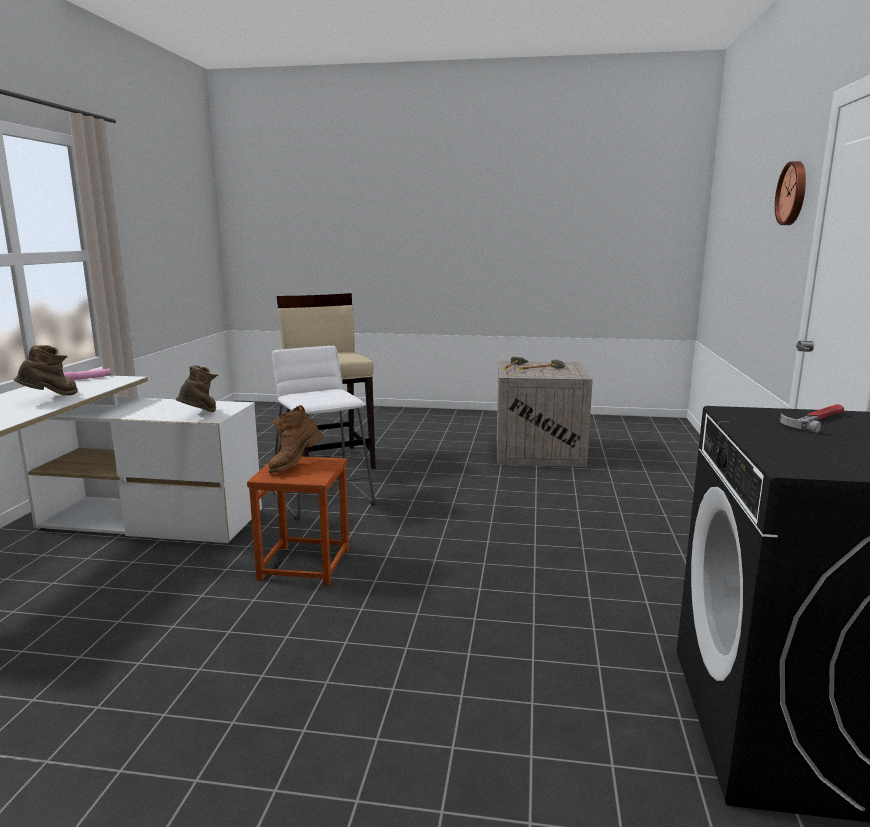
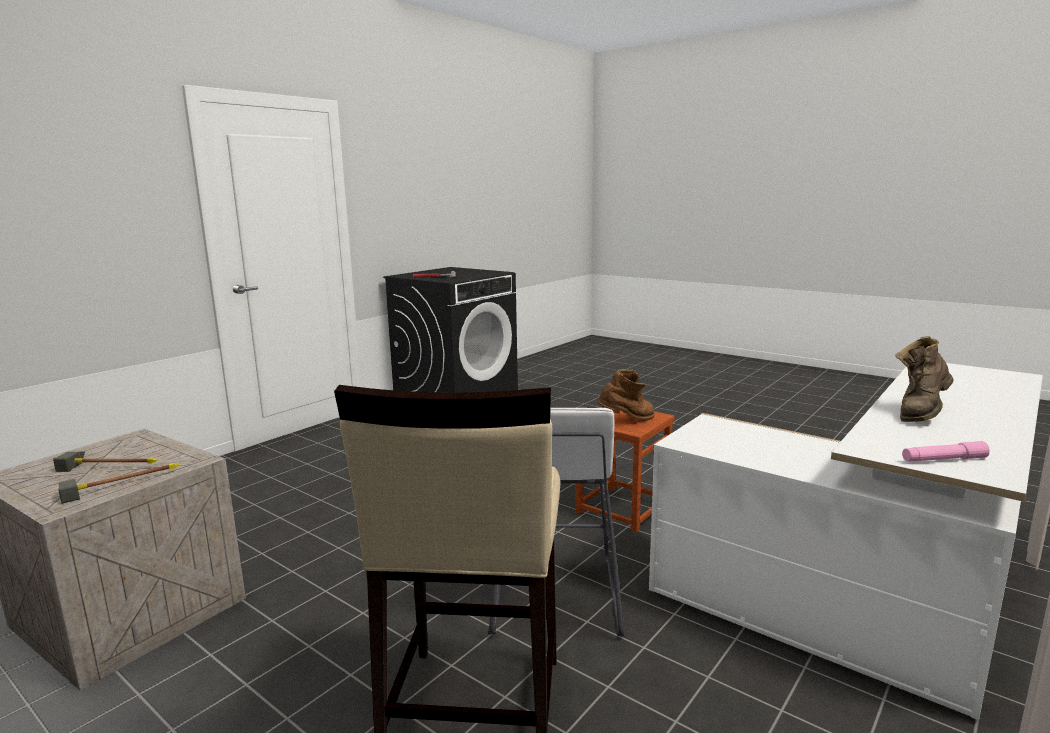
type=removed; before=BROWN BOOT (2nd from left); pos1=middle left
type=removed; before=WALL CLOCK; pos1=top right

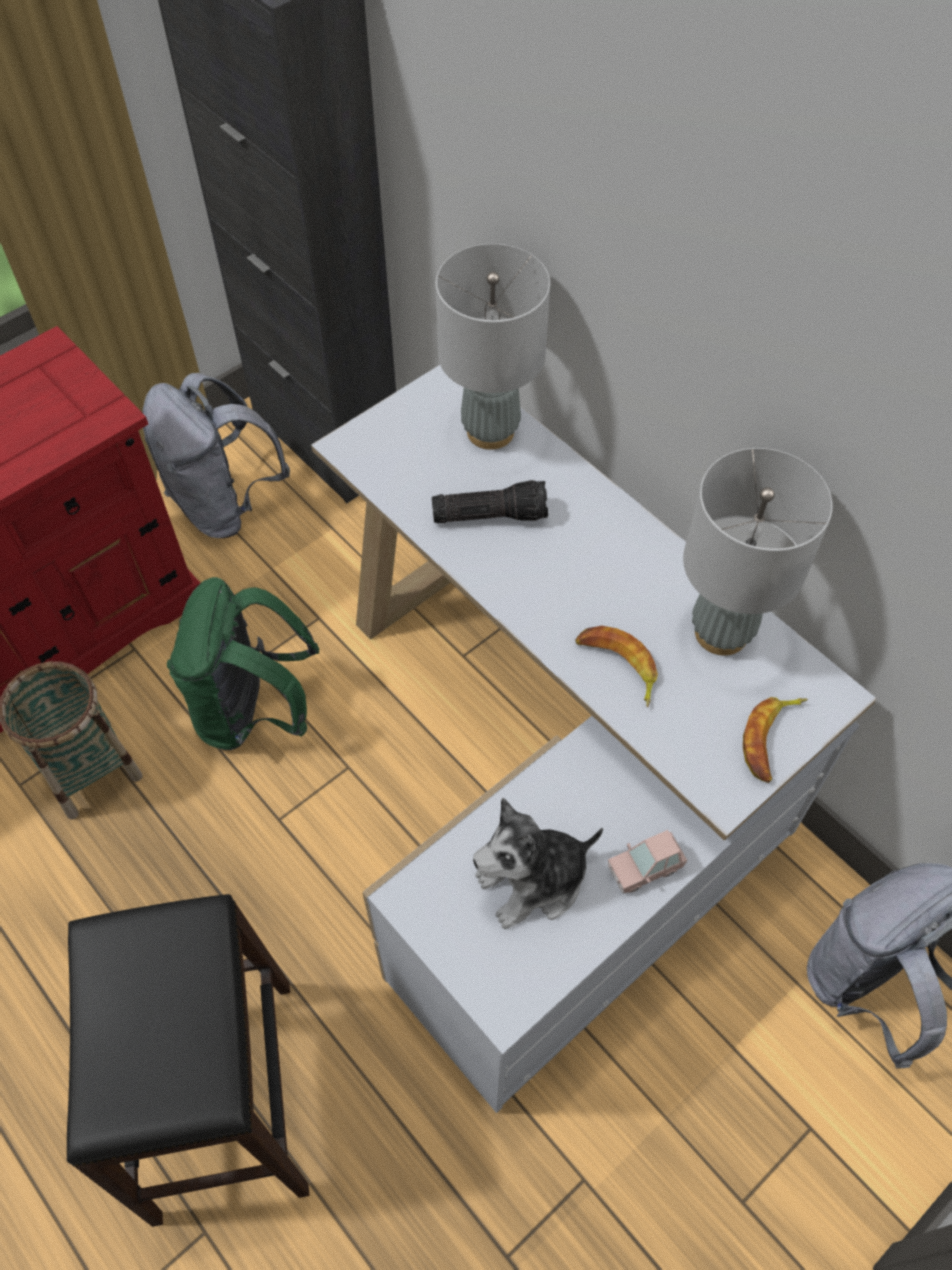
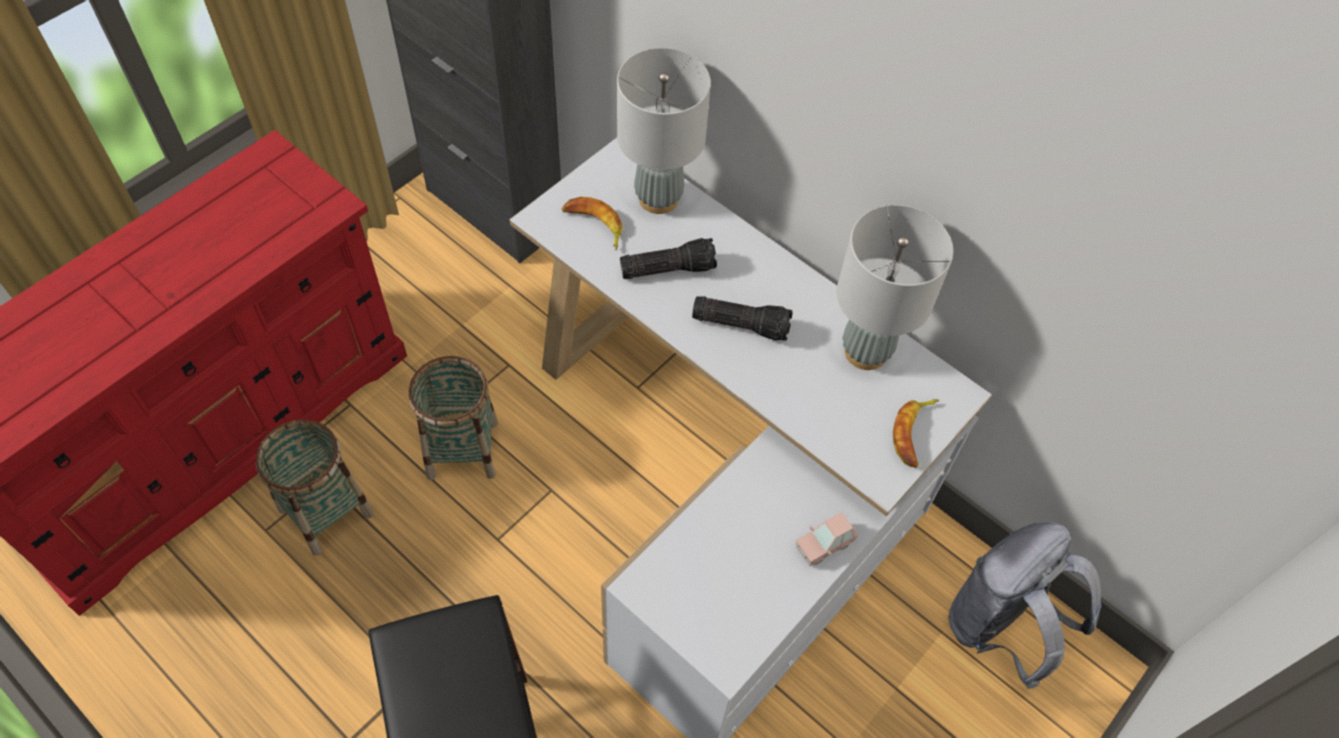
type=replaced; before=GREEN BACKPACK; after=BASKET (2nd from left); pos1=middle left; pos2=centre
type=moved; before=BANANA (1st from left); pos1=centre; pos2=top centre
type=added; after=FLASHLIGHT (2nd from left); pos2=centre
type=removed; before=GREY BACKPACK (1st from left); pos1=middle left
type=removed; before=PLUSH TOY; pos1=bottom centre

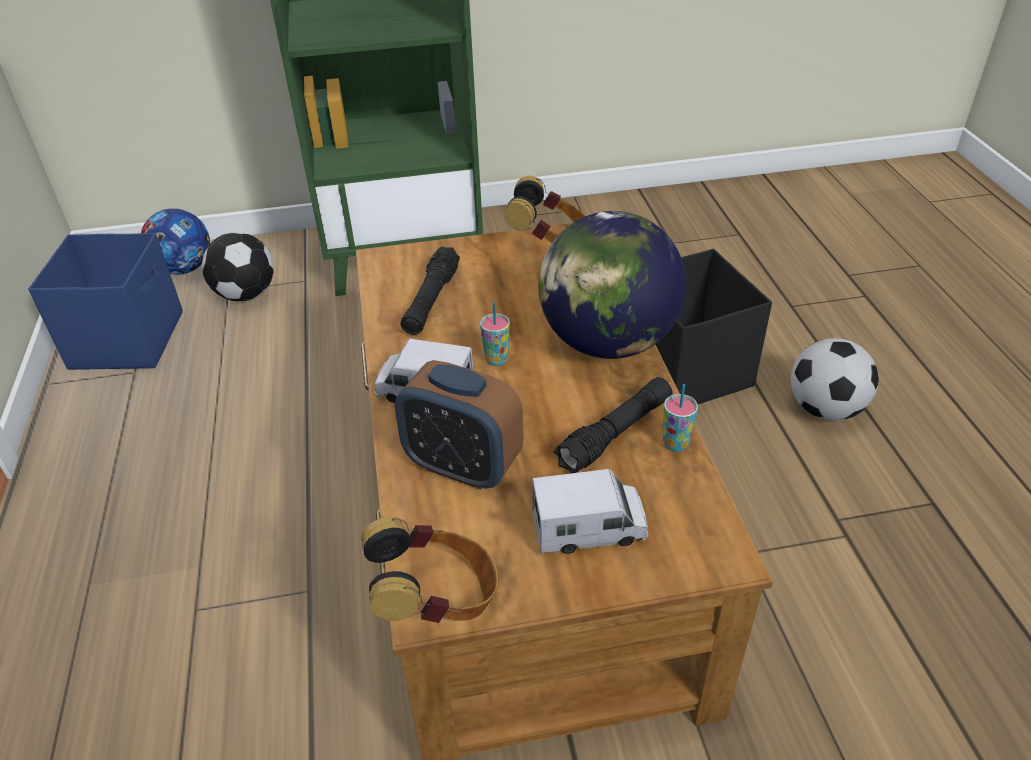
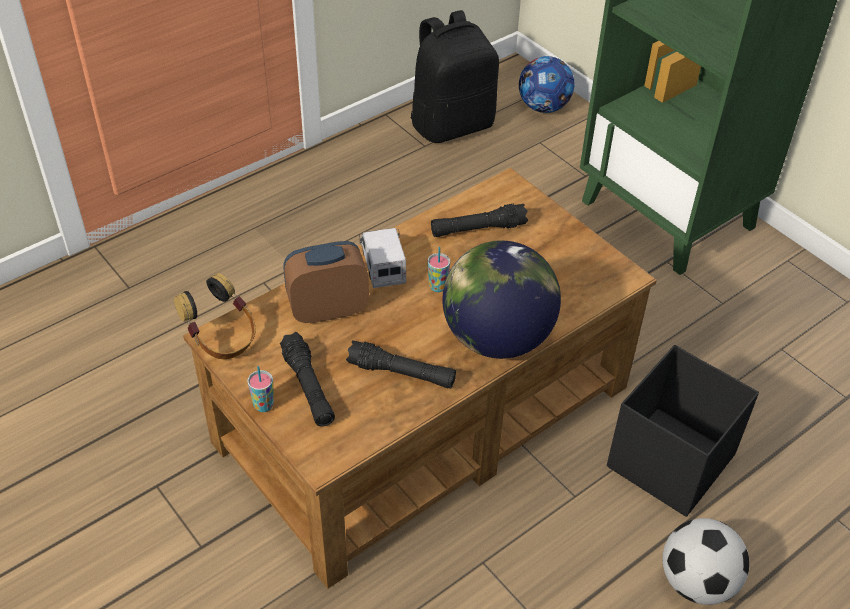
type=moved; before=CUP (2nd from left in the first image); after=CUP (1st from left); pos1=centre; pos2=middle left
type=replaced; before=TOY TRUCK (2nd from left); after=BLACK FLASHLIGHT (1st from left); pos1=bottom centre; pos2=centre
type=turned; before=ALARM CLOCK; pos1=centre; pos2=centre; turn=75
type=replaced; before=BLUE STORAGE BOX; after=BLACK BACKPACK; pos1=middle left; pos2=top centre
type=removed; before=FOOTBALL (2nd from left); pos1=middle left
type=removed; before=HEADPHONES (2nd from left); pos1=top centre

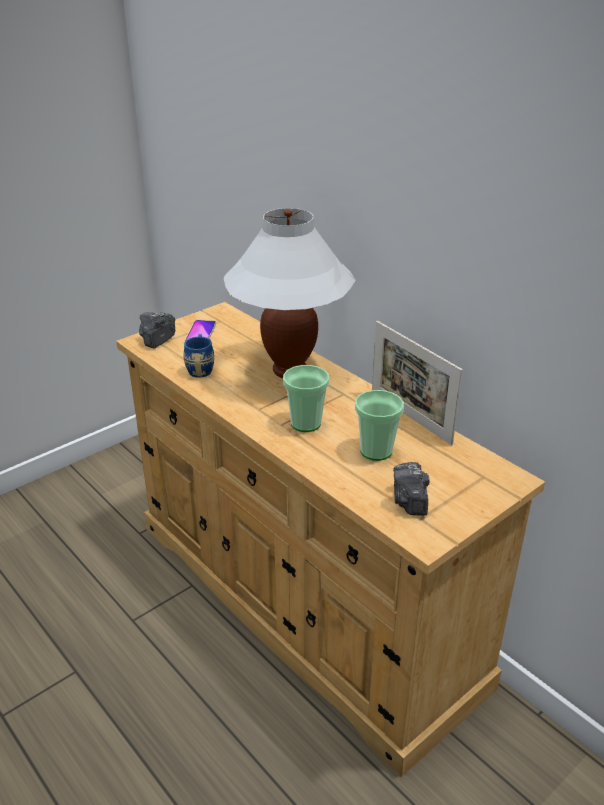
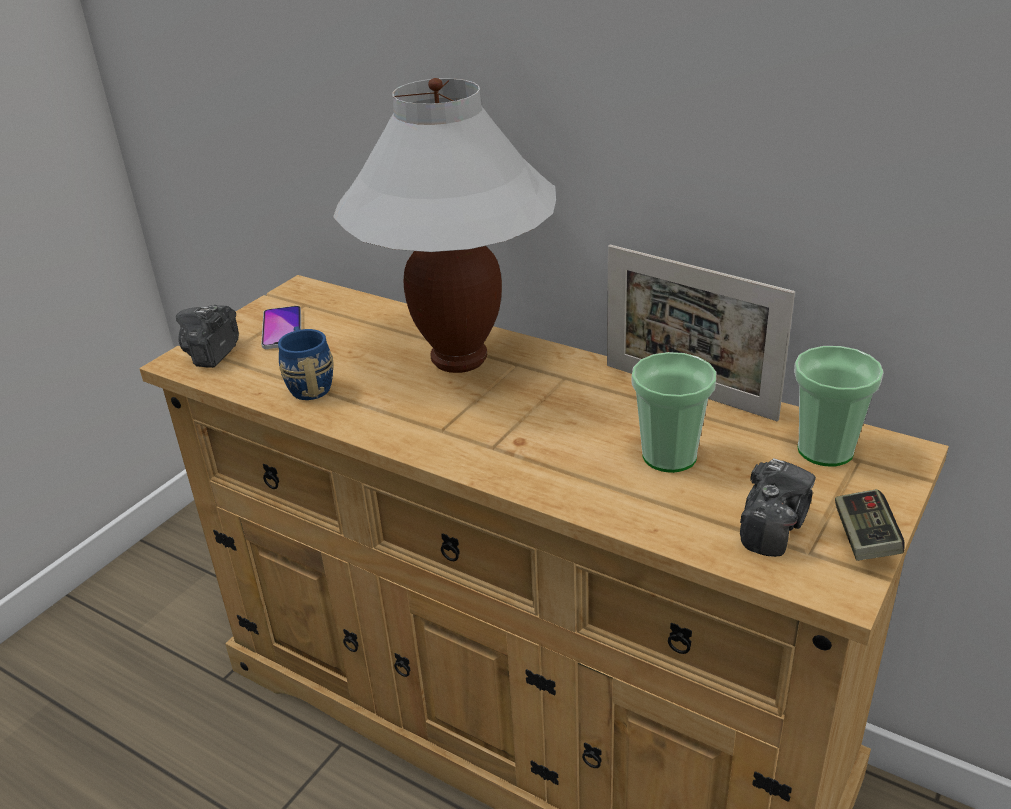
type=turned; before=PHOTO CAMERA (2nd from left); pos1=middle right; pos2=middle right; turn=-135
type=moved; before=CUP (1st from left in the first image); after=CUP (2nd from left); pos1=centre; pos2=middle right
type=added; after=GAME CONTROLLER; pos2=middle right

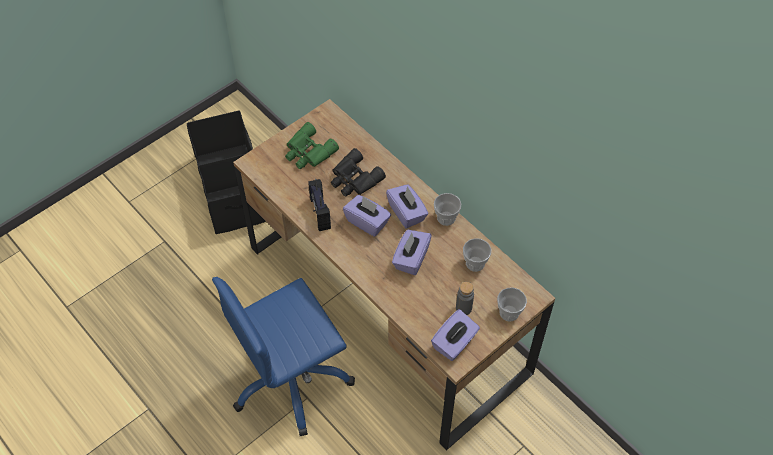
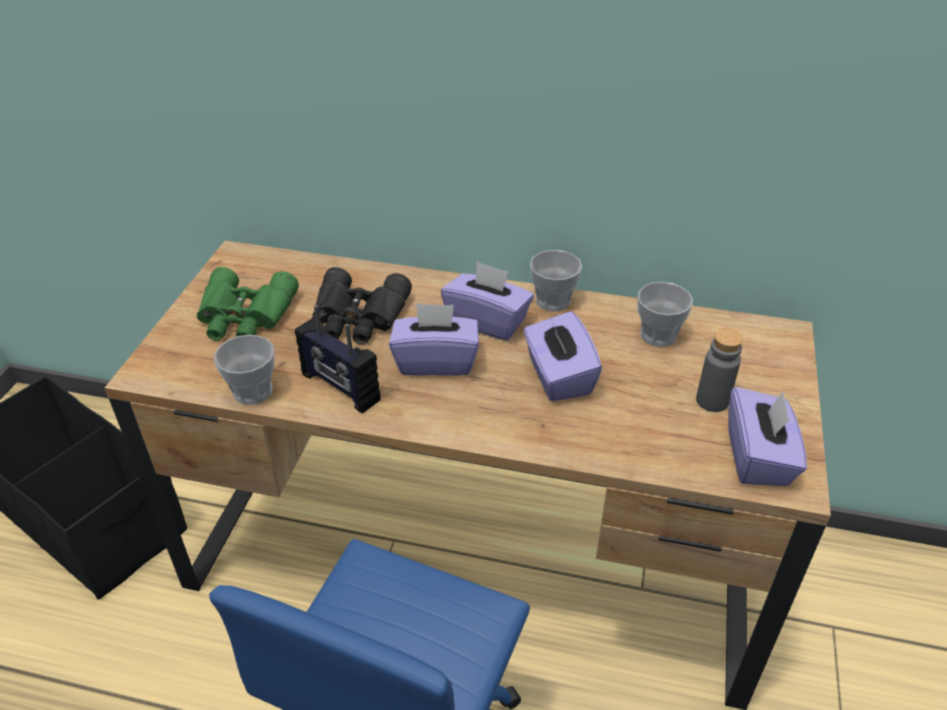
type=moved; before=CUP (3rd from left in the first image); after=CUP (1st from left); pos1=bottom centre; pos2=middle left

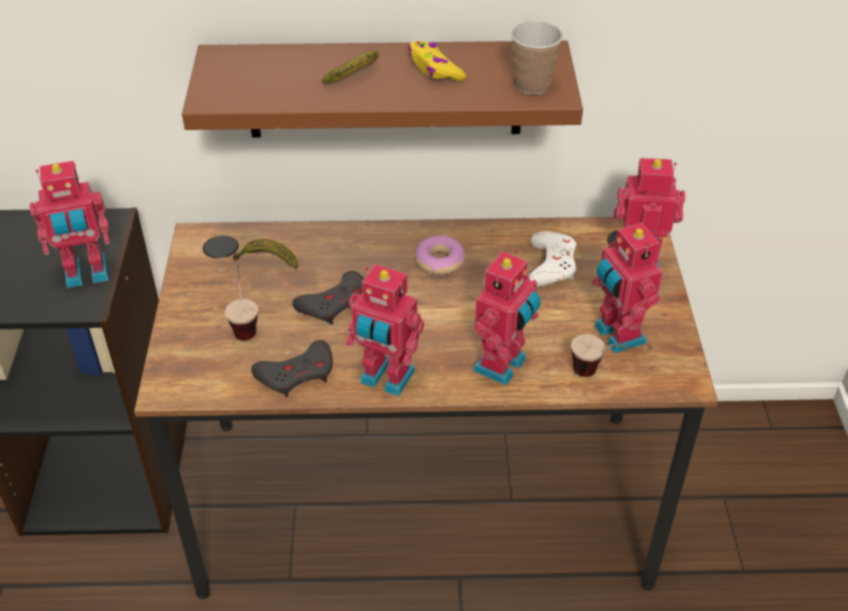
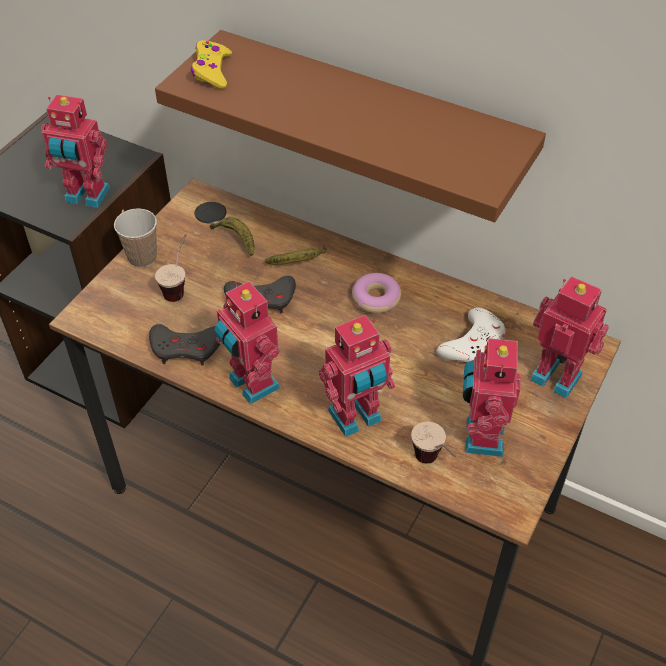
type=moved; before=CUP (2nd from left in the first image); after=CUP (1st from left); pos1=top centre; pos2=middle left
type=moved; before=YELLOW GAME CONTROLLER; pos1=top centre; pos2=top left
type=moved; before=BANANA (2nd from left); pos1=top centre; pos2=centre

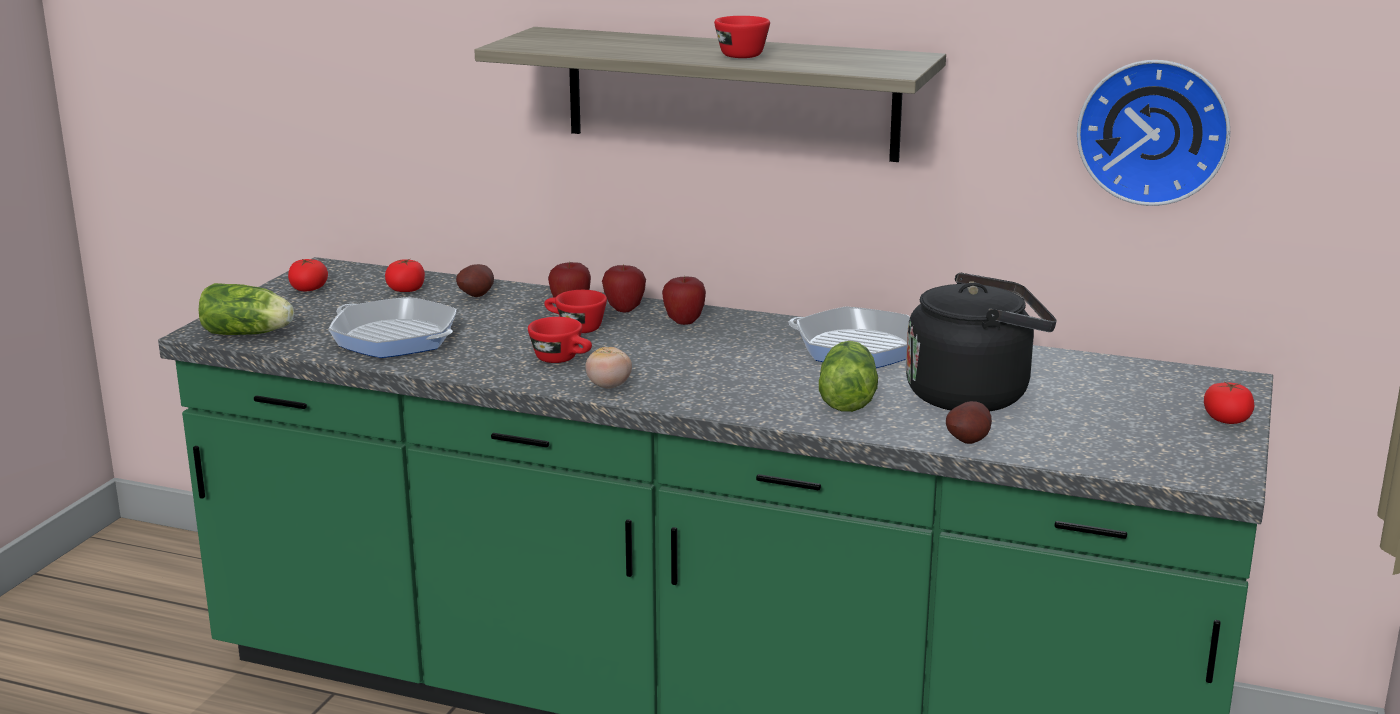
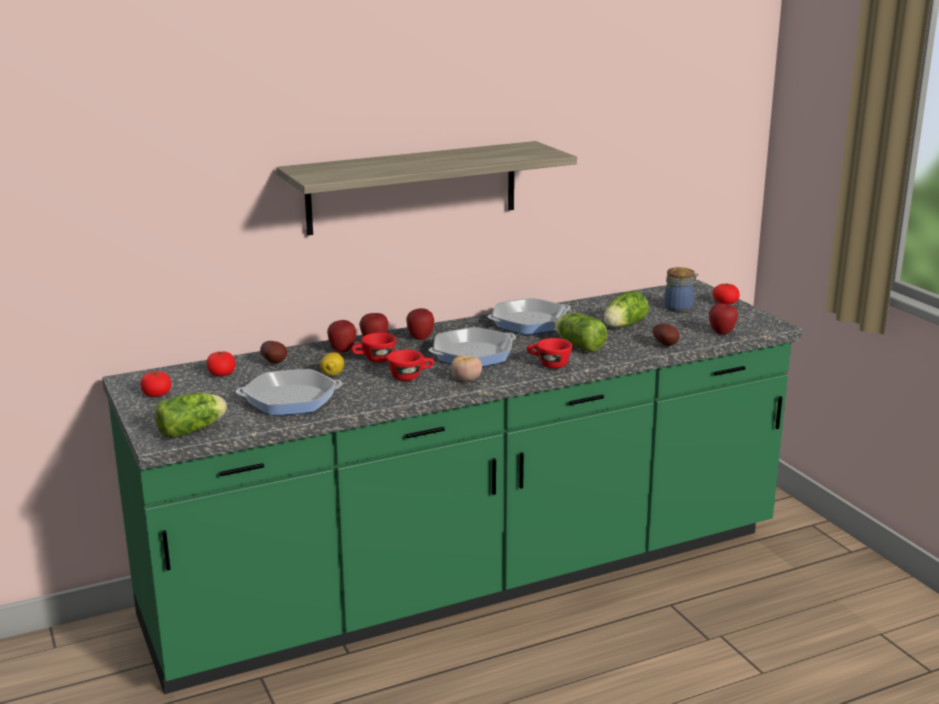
type=added; after=LEMON; pos2=centre
type=added; after=FRYING PAN (2nd from left); pos2=centre
type=moved; before=RED CUP (3rd from left); pos1=top centre; pos2=centre
type=replaced; before=BLACK KETTLE; after=LETTUCE (3rd from left); pos1=middle right; pos2=middle right
type=added; after=JAR; pos2=middle right
type=added; after=APPLE (4th from left); pos2=middle right
type=removed; before=WALL CLOCK; pos1=top right

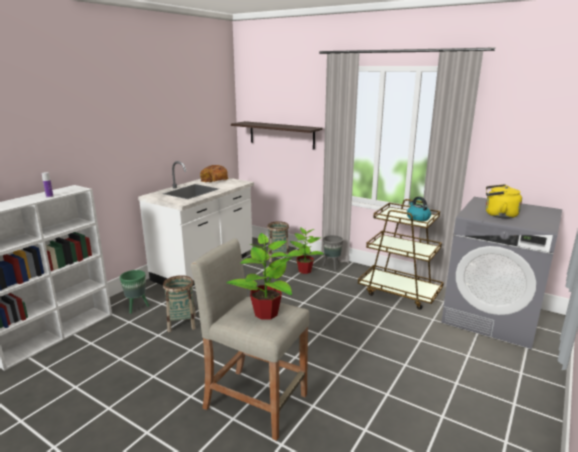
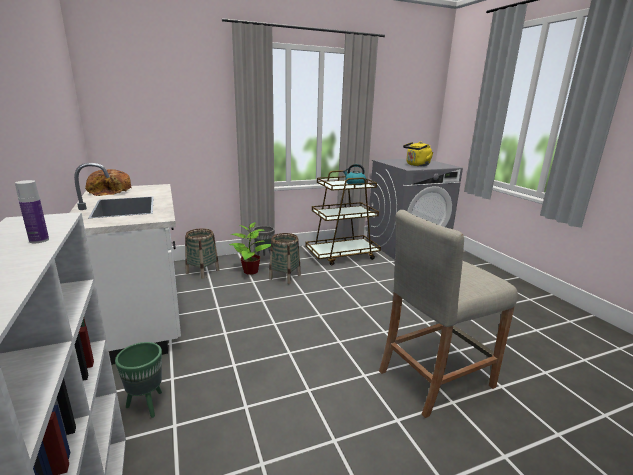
type=moved; before=BASKET (1st from left in the first image); after=BASKET (2nd from left); pos1=bottom left; pos2=centre
type=removed; before=POTTED PLANT (1st from left); pos1=centre
type=removed; before=SHELF; pos1=top centre

